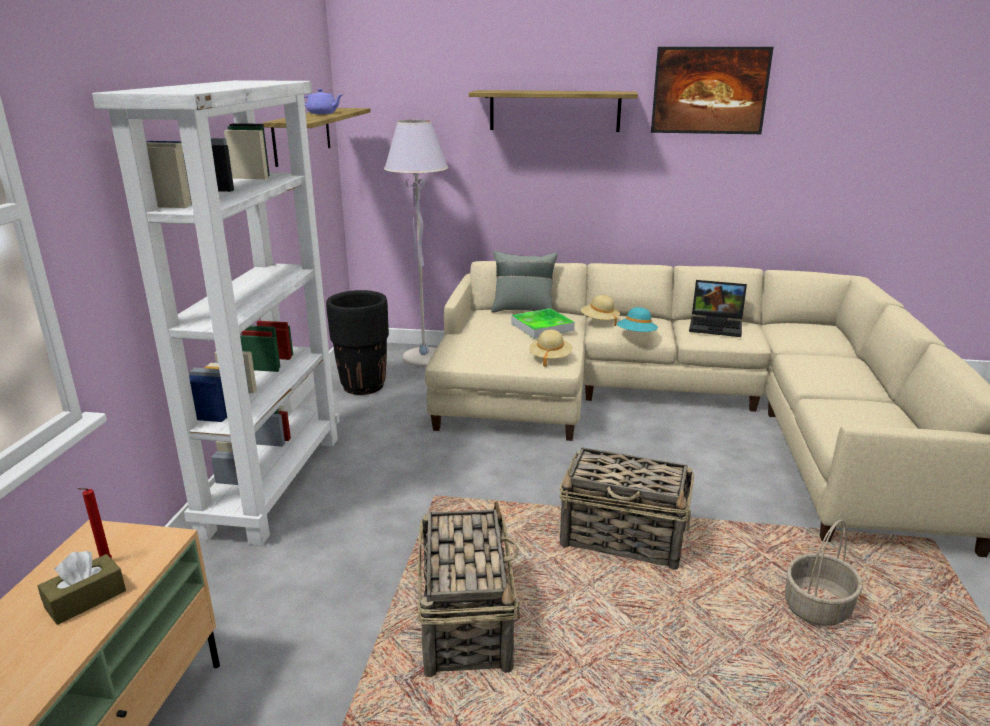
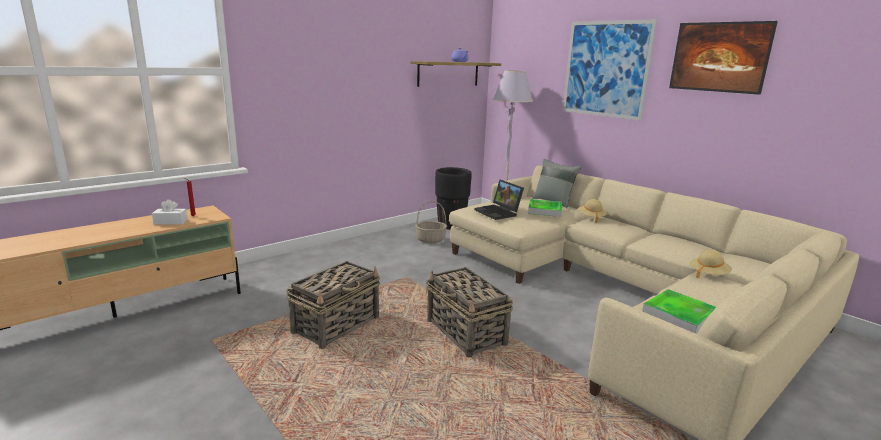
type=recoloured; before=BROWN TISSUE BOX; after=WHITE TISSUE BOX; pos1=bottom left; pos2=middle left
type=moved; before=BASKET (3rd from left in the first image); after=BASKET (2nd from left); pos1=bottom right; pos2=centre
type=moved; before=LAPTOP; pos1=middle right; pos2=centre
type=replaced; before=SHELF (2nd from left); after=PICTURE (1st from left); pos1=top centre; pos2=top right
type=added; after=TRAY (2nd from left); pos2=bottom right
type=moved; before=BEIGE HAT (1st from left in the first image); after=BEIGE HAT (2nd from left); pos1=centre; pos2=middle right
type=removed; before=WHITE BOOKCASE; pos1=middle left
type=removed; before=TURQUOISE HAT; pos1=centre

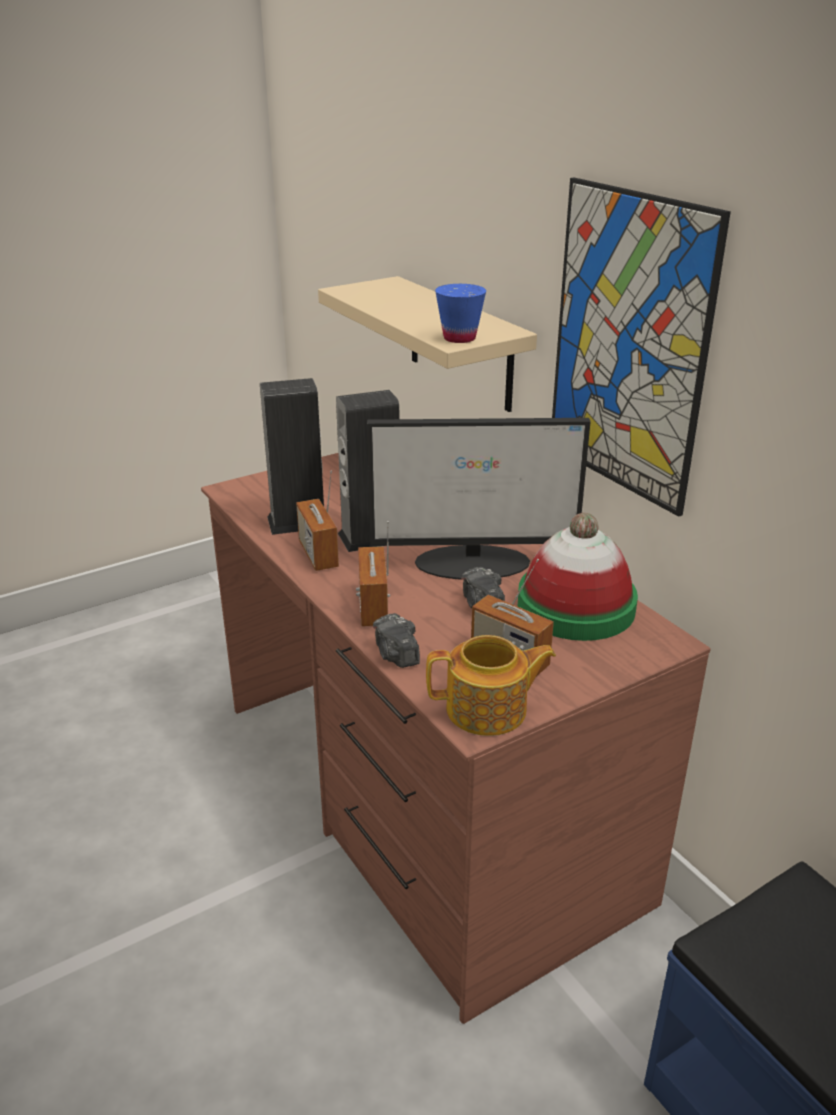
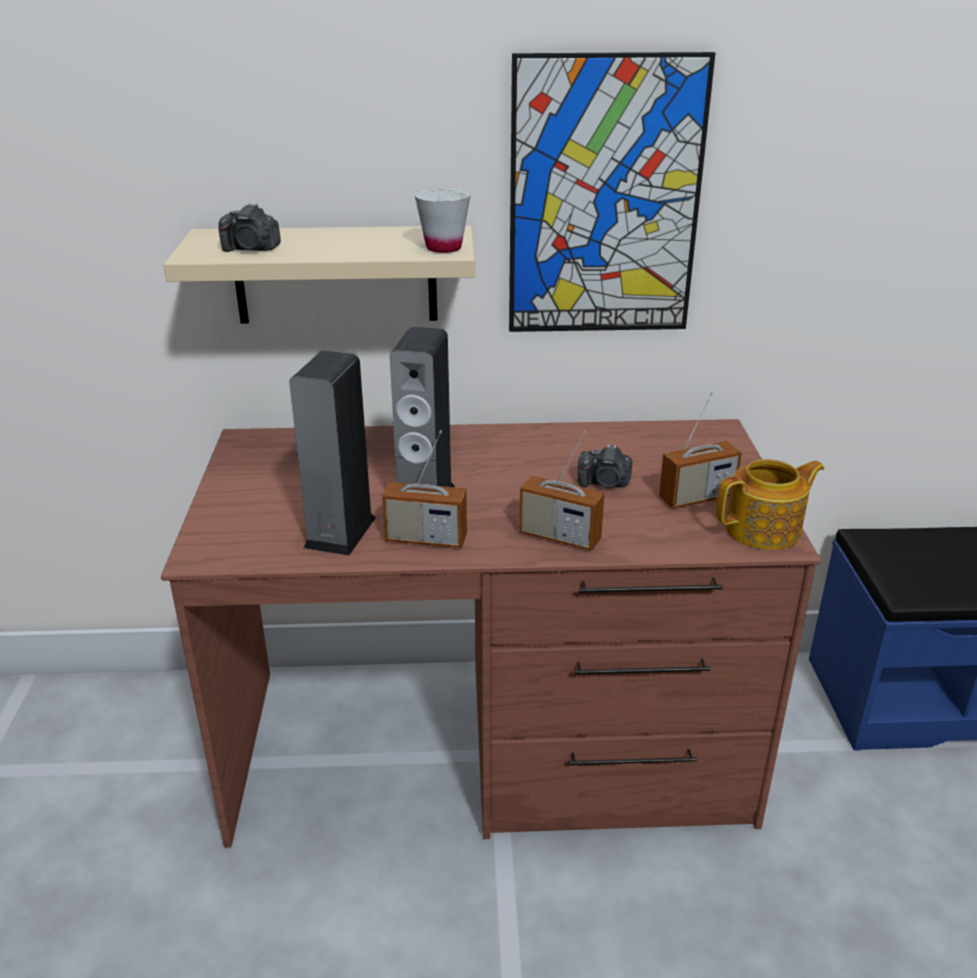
type=moved; before=PHOTO CAMERA (1st from left); pos1=centre; pos2=top left
type=recoloured; before=BLUE CUP; after=WHITE CUP; pos1=top centre; pos2=top centre
type=turned; before=TEAPOT; pos1=centre; pos2=middle right; turn=45
type=removed; before=MONITOR; pos1=centre
type=removed; before=HAT; pos1=middle right

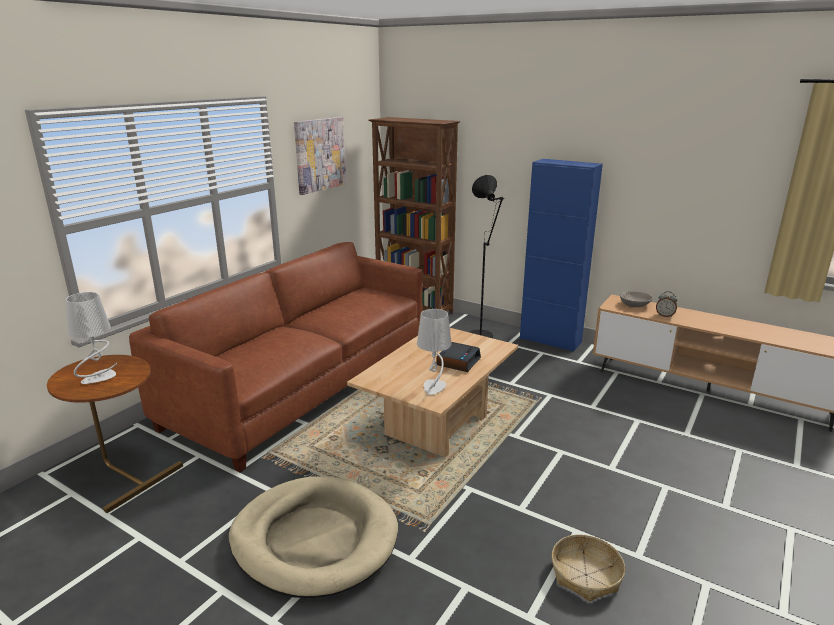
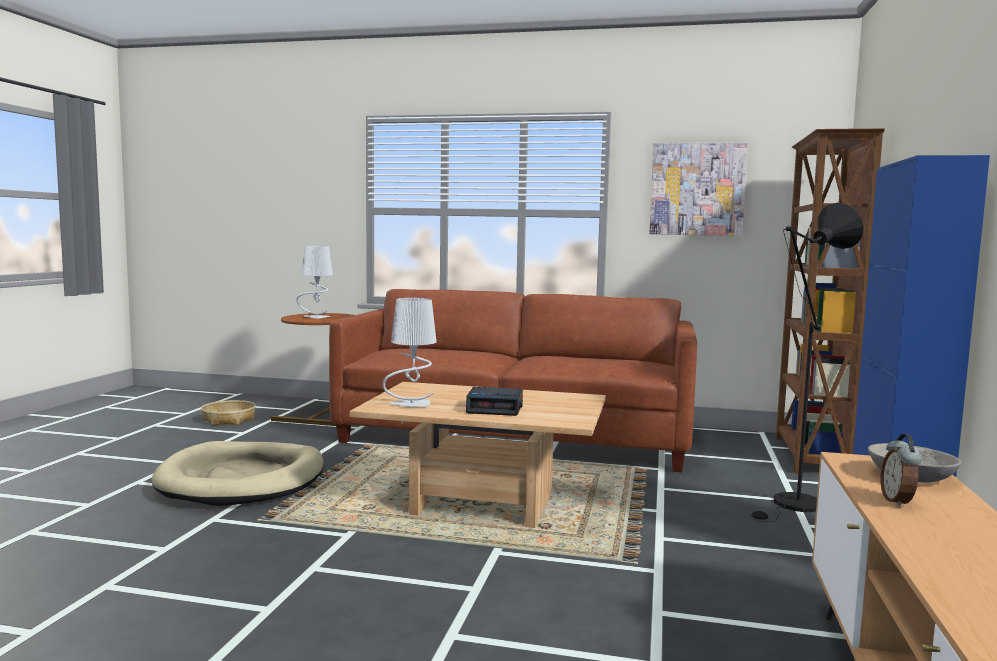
type=moved; before=BASKET; pos1=bottom right; pos2=middle left

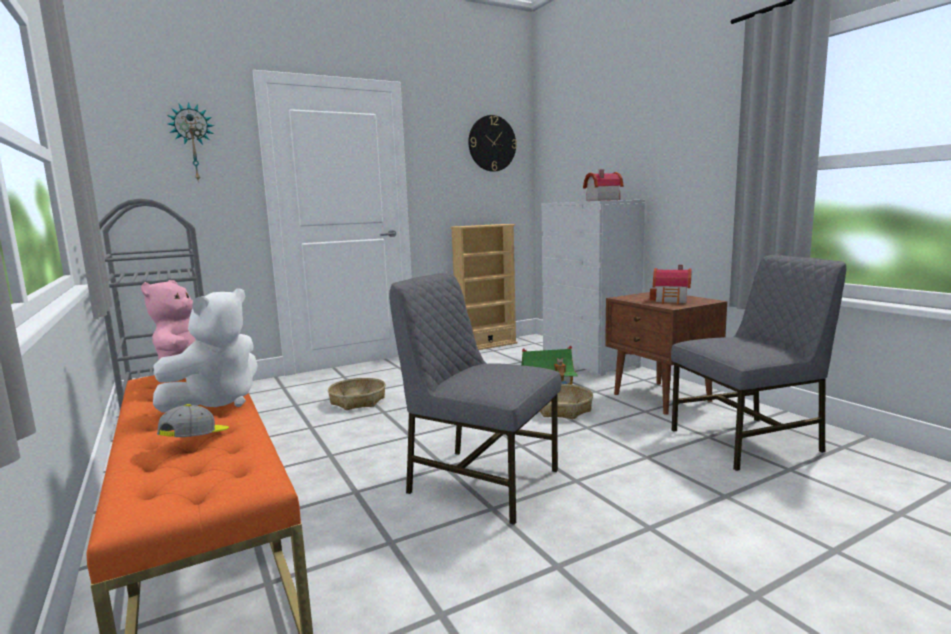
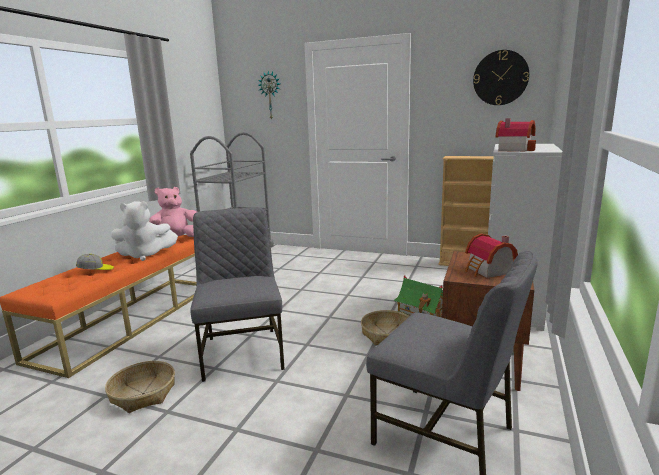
type=moved; before=BASKET (1st from left); pos1=centre; pos2=bottom left

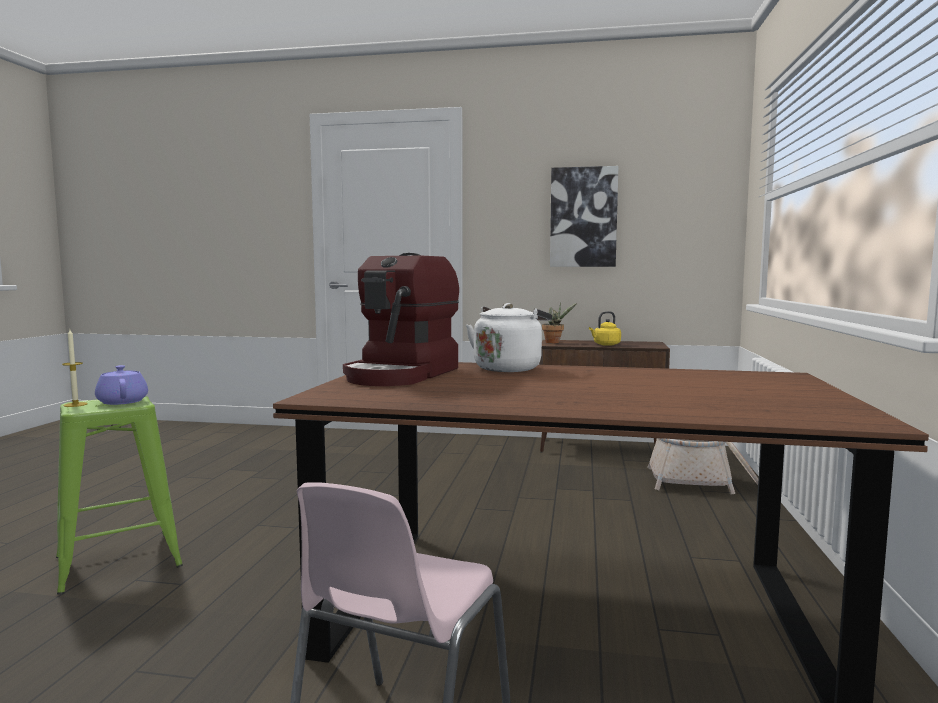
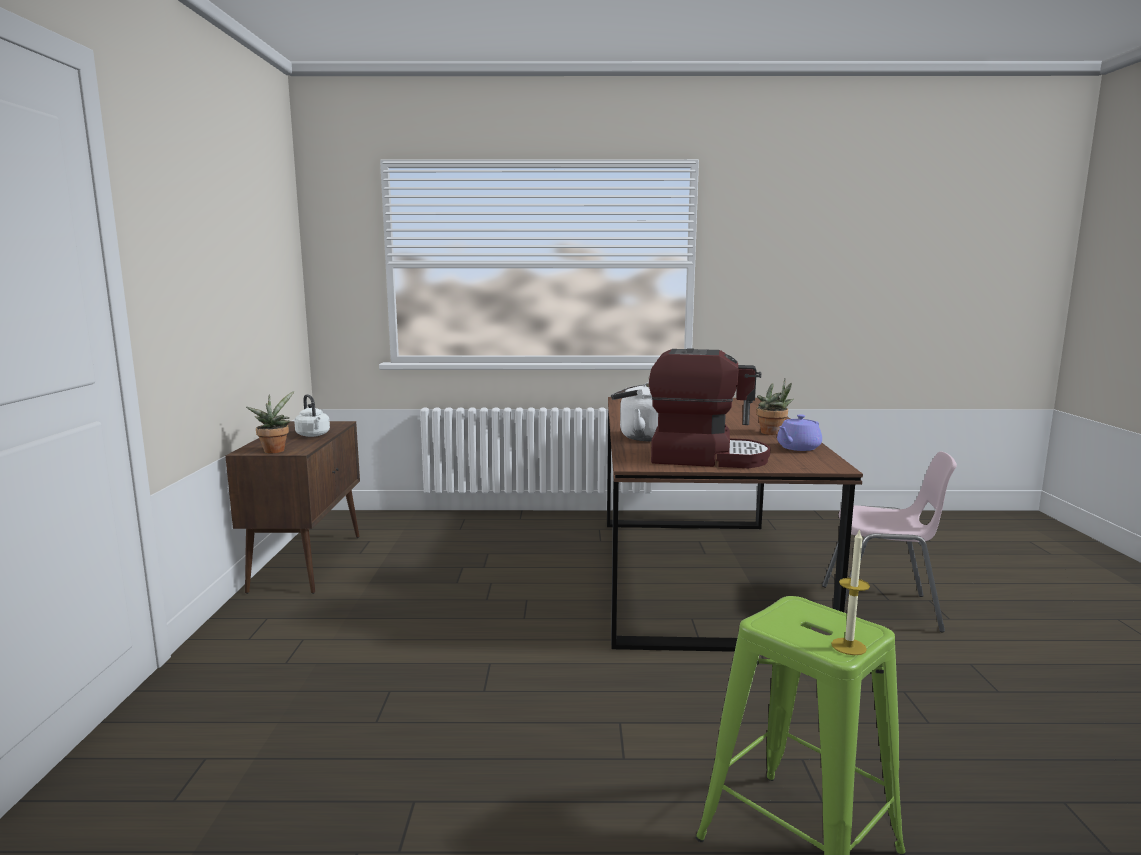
type=recoloured; before=YELLOW KETTLE; after=WHITE KETTLE (1st from left); pos1=centre; pos2=middle left
type=added; after=POTTED PLANT (2nd from left); pos2=middle right
type=moved; before=PURPLE TEAPOT; pos1=middle left; pos2=middle right
type=removed; before=PICTURE; pos1=top centre
type=removed; before=BASKET; pos1=middle right

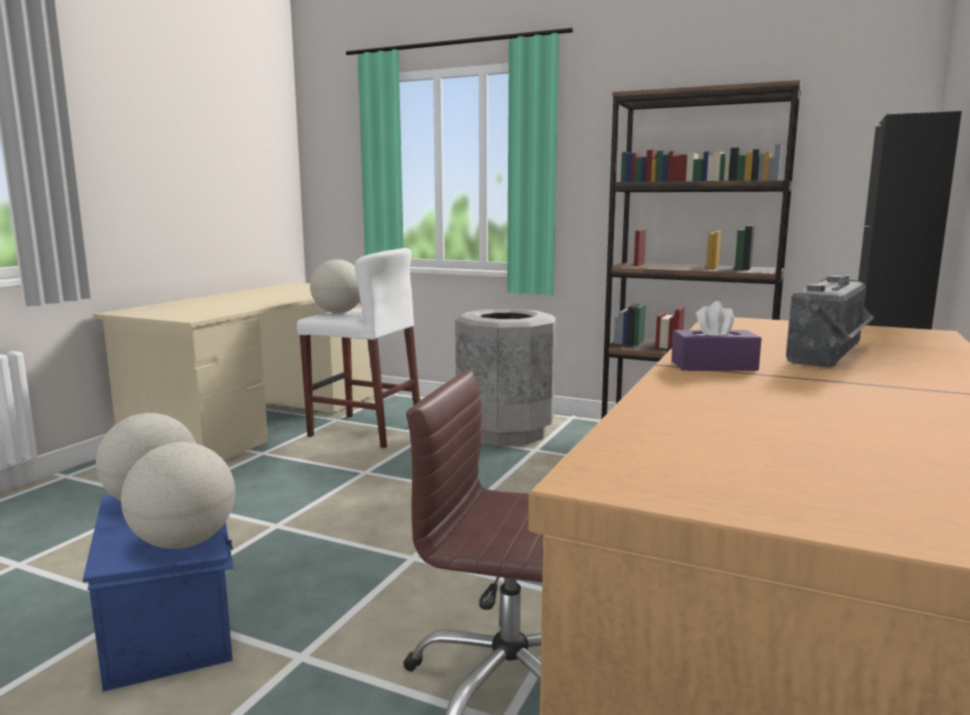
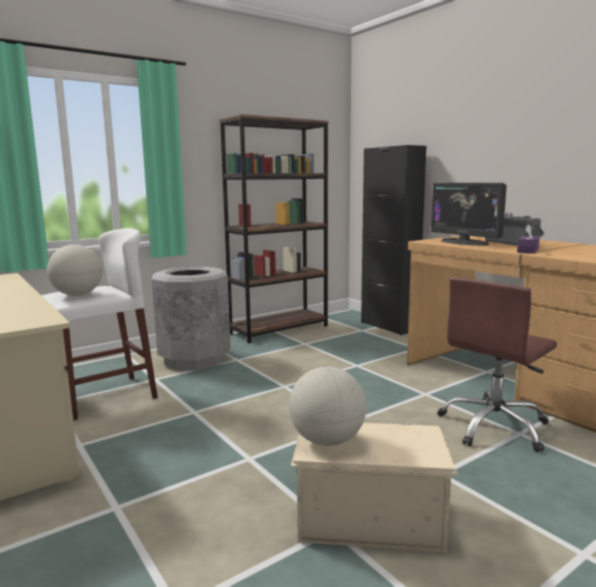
type=recoloured; before=BLUE STORAGE BOX; after=BEIGE STORAGE BOX; pos1=bottom left; pos2=bottom centre
type=added; after=MONITOR; pos2=middle right
type=removed; before=GLOBE (2nd from left); pos1=bottom left

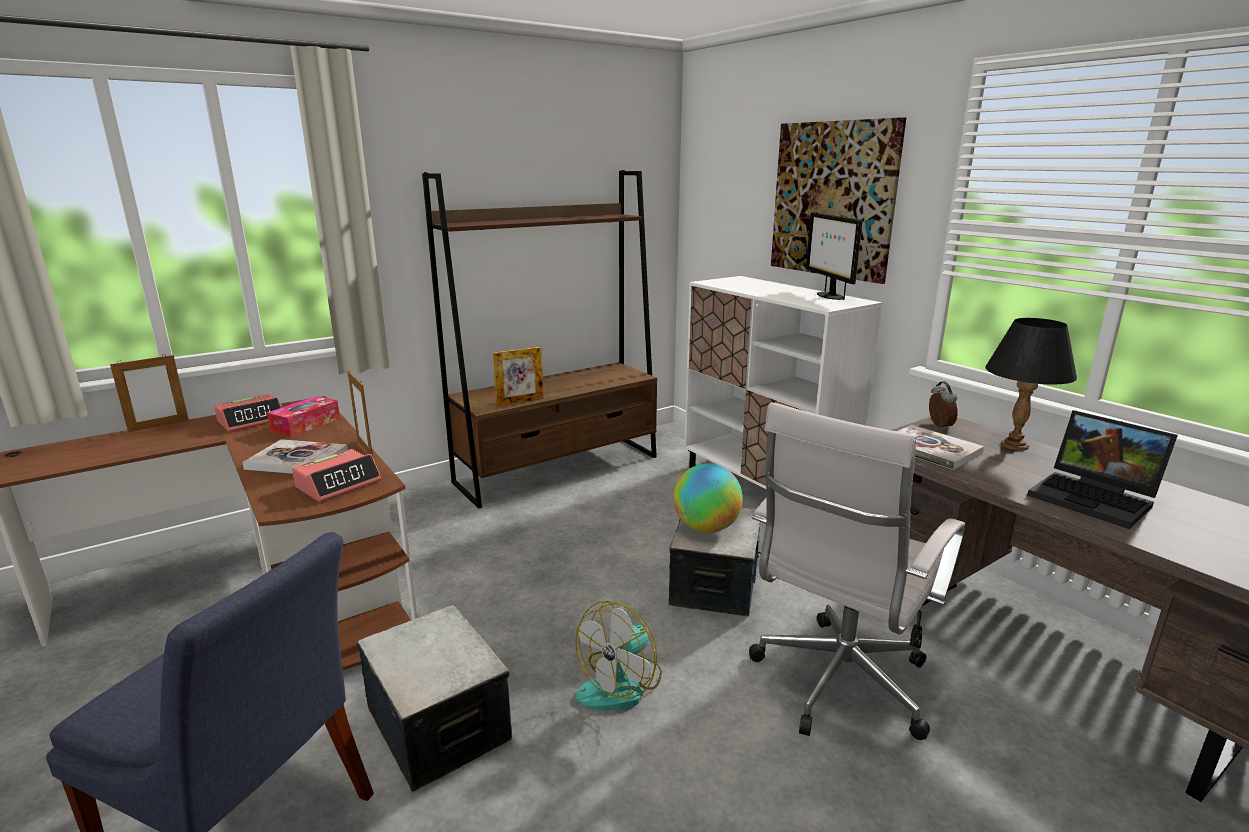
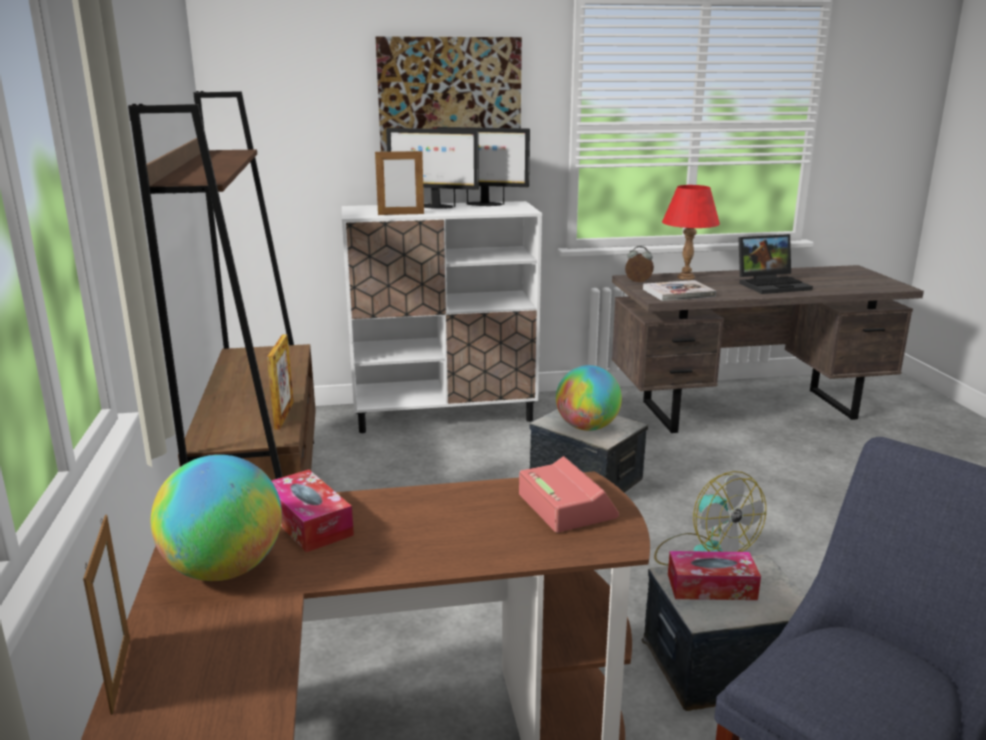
type=replaced; before=ALARM CLOCK (1st from left); after=GLOBE (1st from left); pos1=middle left; pos2=bottom left
type=moved; before=PICTURE FRAME (2nd from left in the first image); after=PICTURE FRAME (3rd from left); pos1=middle left; pos2=top centre
type=added; after=MONITOR (1st from left); pos2=top centre
type=recoloured; before=BLACK TABLE LAMP; after=RED TABLE LAMP; pos1=middle right; pos2=top right
type=added; after=TISSUE BOX (2nd from left); pos2=bottom right
type=removed; before=BOOK (1st from left); pos1=middle left
type=removed; before=WHITE OFFICE CHAIR; pos1=bottom right

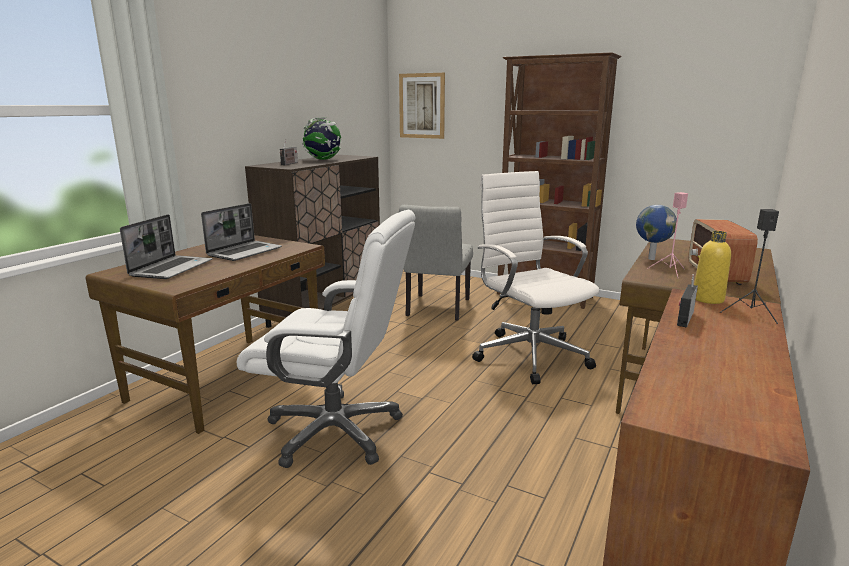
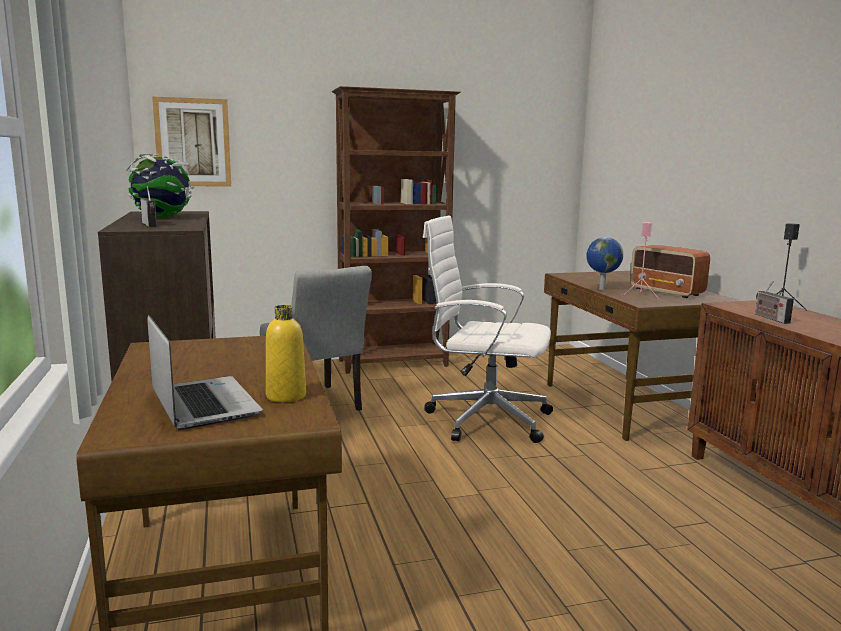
type=moved; before=YELLOW BOTTLE; pos1=middle right; pos2=centre
type=removed; before=LAPTOP (2nd from left); pos1=middle left
type=removed; before=WHITE OFFICE CHAIR (1st from left); pos1=centre

